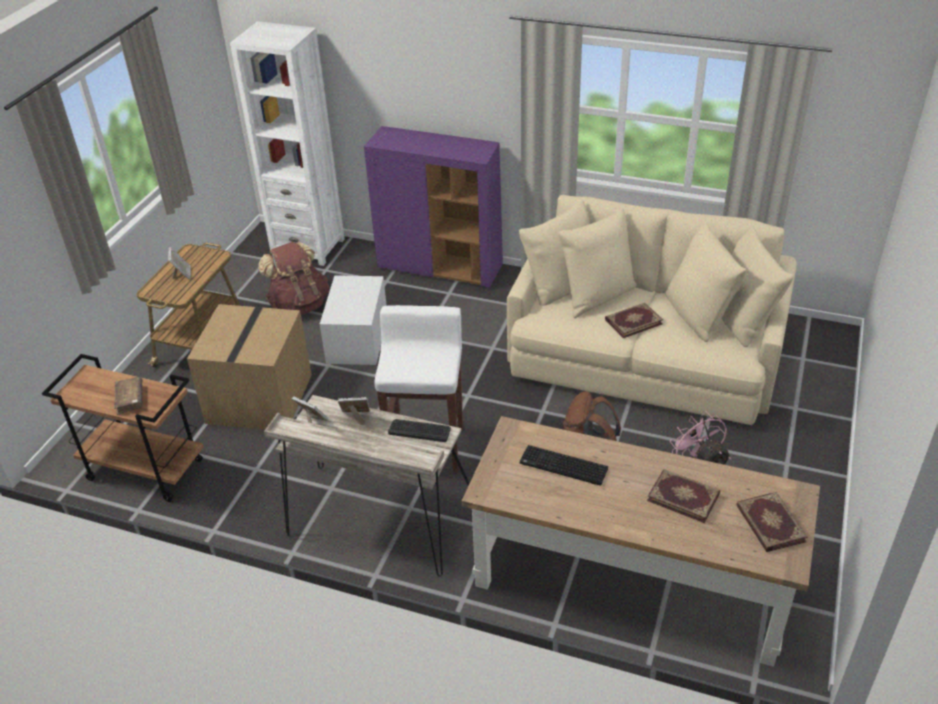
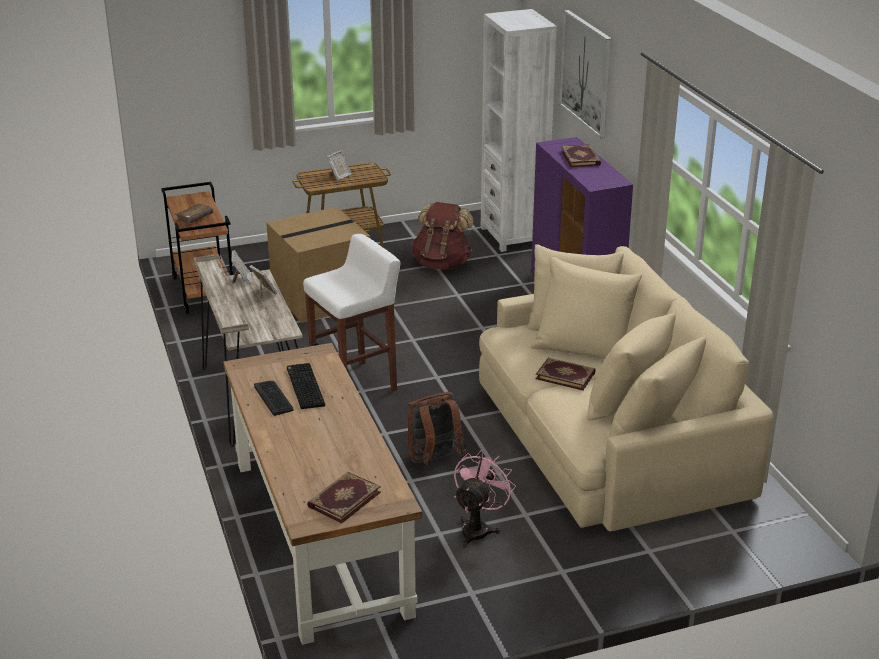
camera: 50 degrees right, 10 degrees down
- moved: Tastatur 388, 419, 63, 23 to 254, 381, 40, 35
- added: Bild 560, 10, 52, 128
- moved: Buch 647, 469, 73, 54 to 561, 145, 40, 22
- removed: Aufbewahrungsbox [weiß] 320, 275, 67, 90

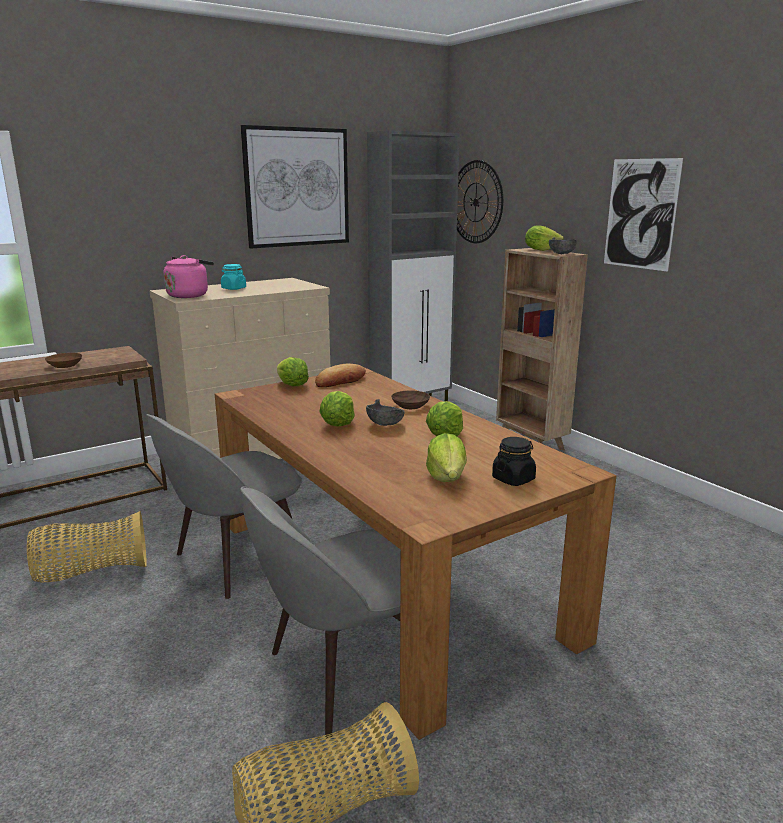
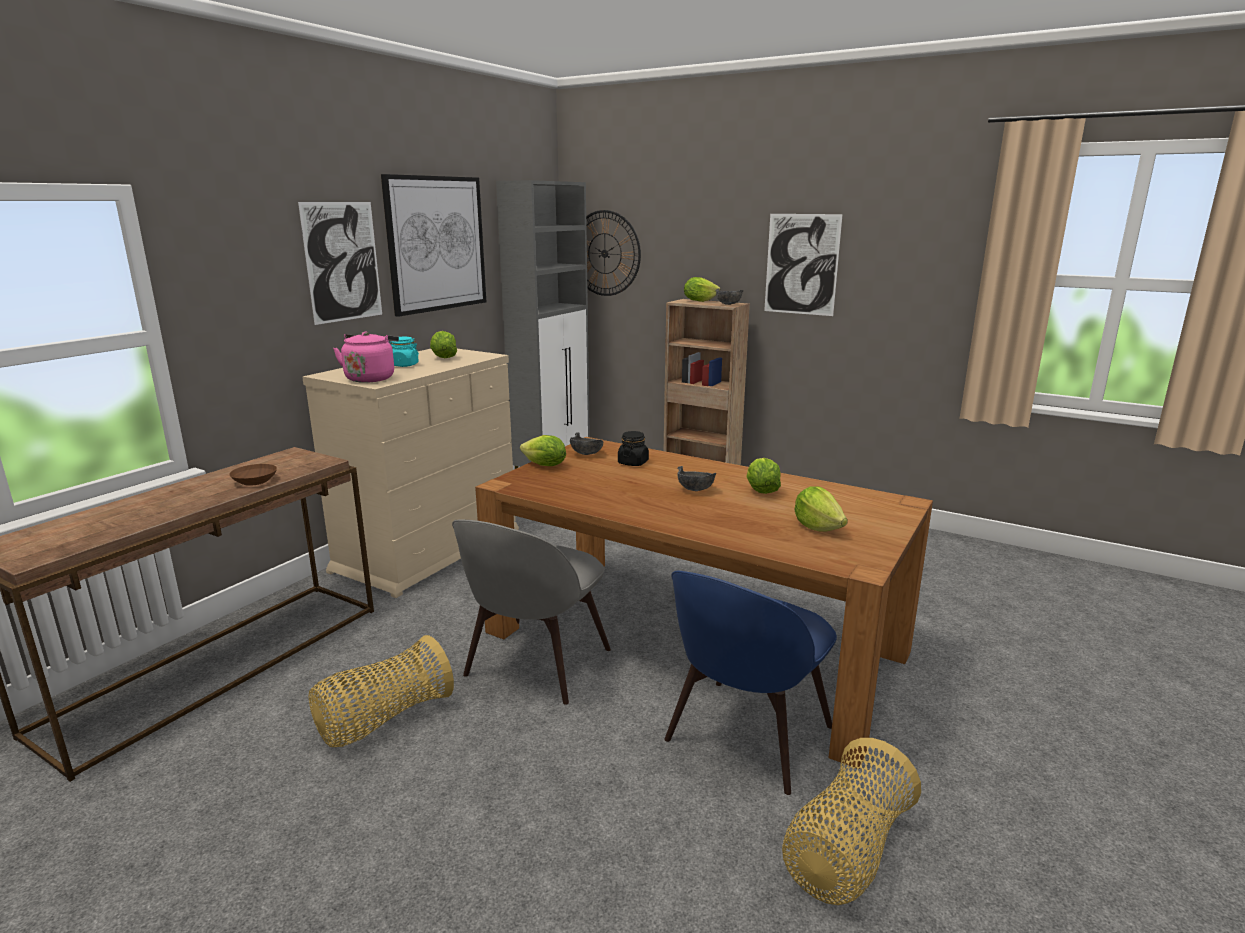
camera: 25 degrees left, 0 degrees up
- added: Bild 298, 202, 84, 123
- moved: Salatkopf 320, 391, 35, 35 to 430, 331, 27, 27
- replaced: Brot 315, 364, 51, 23 to Schüssel [grau] 570, 432, 33, 23
- moved: Vorratsglas [schwarz] 492, 437, 44, 49 to 618, 431, 31, 35
- recoloured: Stuhl [grau] 240, 487, 161, 251 to Stuhl [blau] 664, 571, 173, 224
- removed: Schüssel [braun] 391, 390, 39, 19

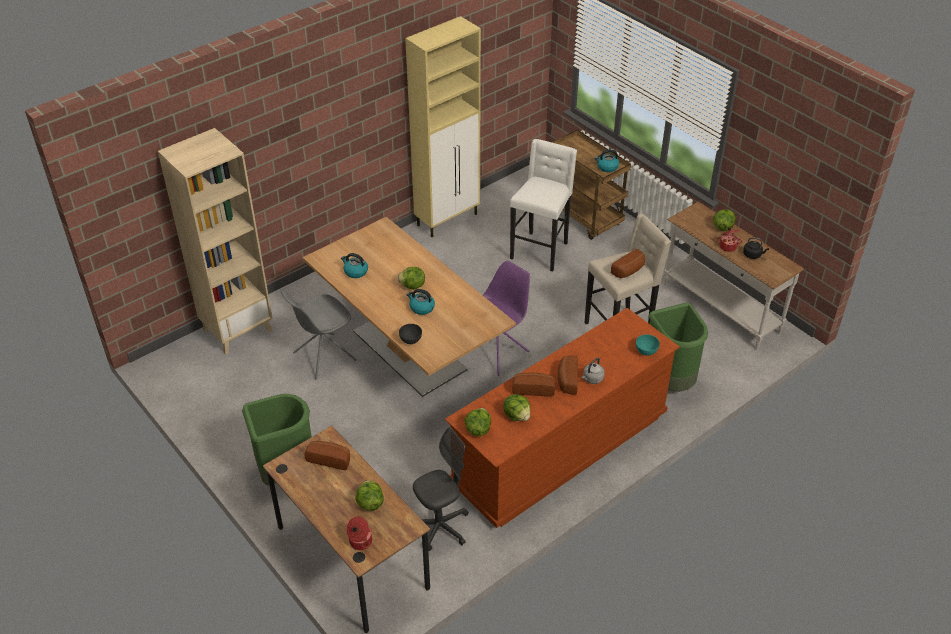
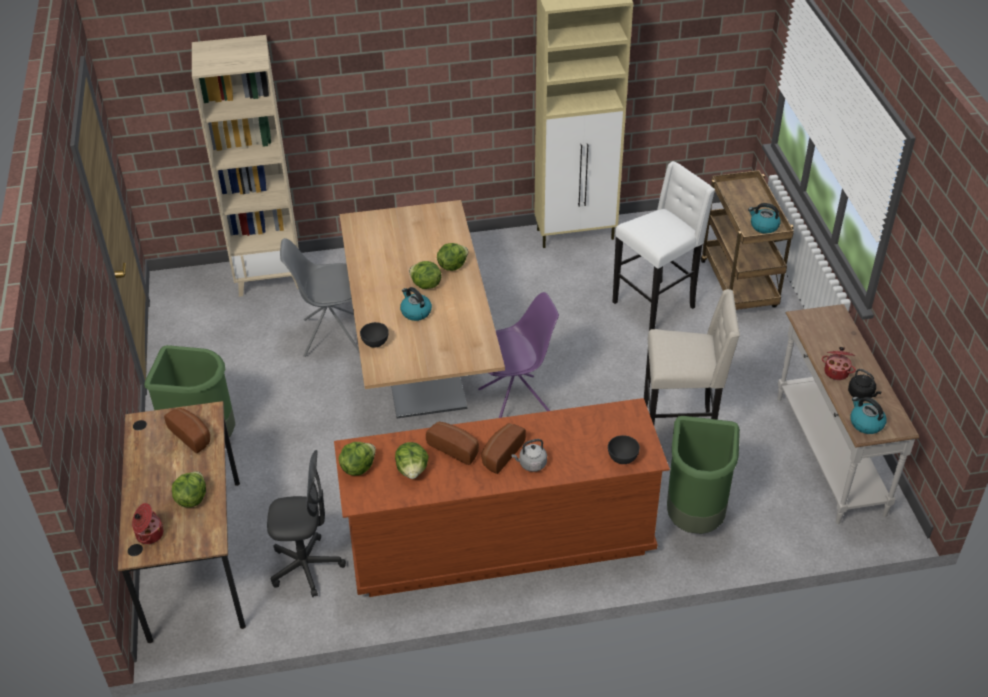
camera: 30 degrees right, 0 degrees up
- moved: Salatkopf 713, 209, 22, 22 to 437, 243, 32, 28
- recoloured: Schüssel [türkis] 636, 334, 24, 22 to Schüssel [grau] 608, 435, 32, 29
- moved: Wasserkessel 341, 253, 27, 25 to 850, 397, 37, 37
- removed: Brot 611, 249, 34, 29

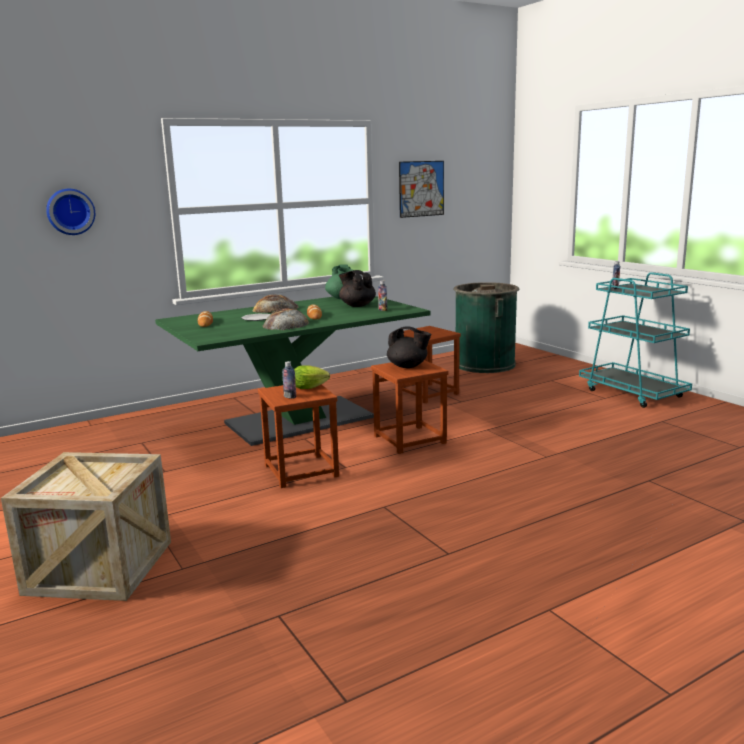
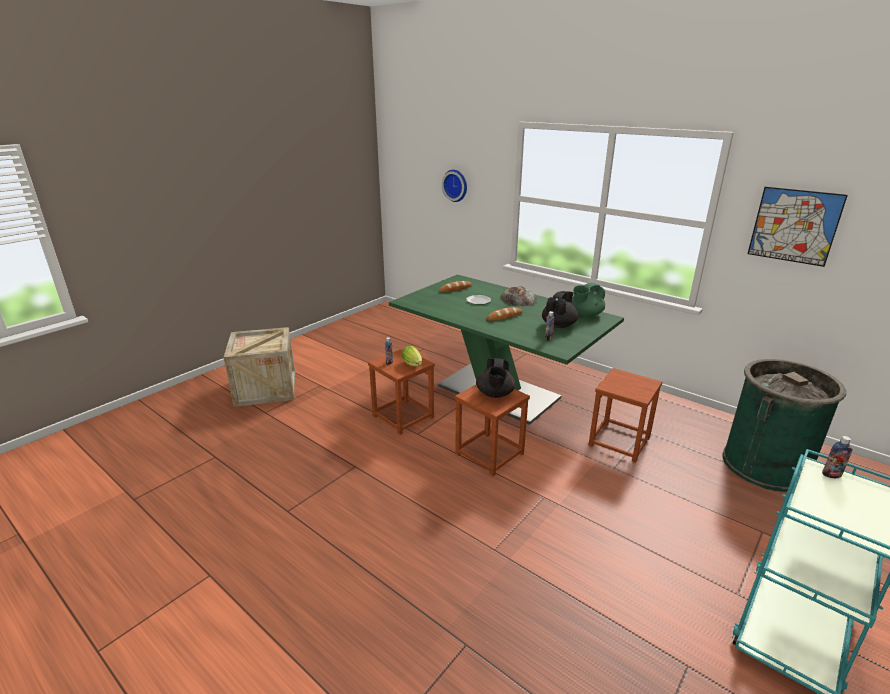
camera: 70 degrees right, 10 degrees up
- removed: Brot 263, 308, 46, 22

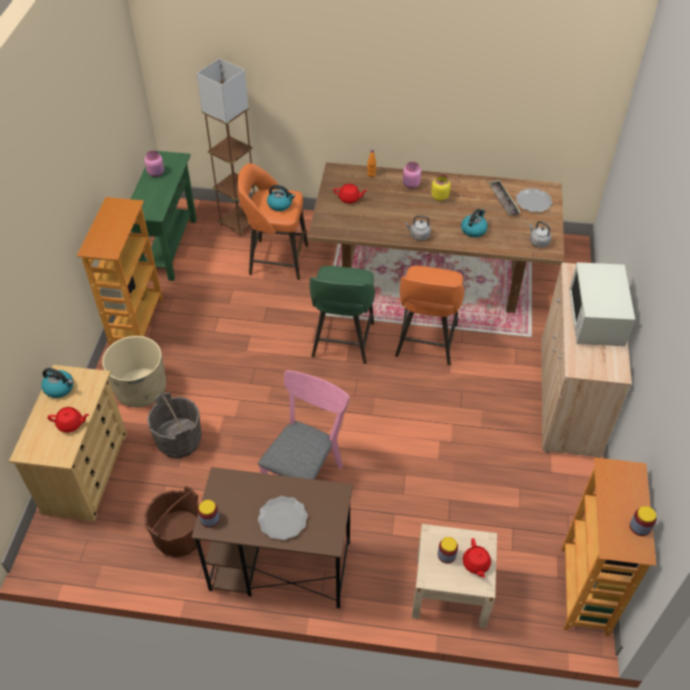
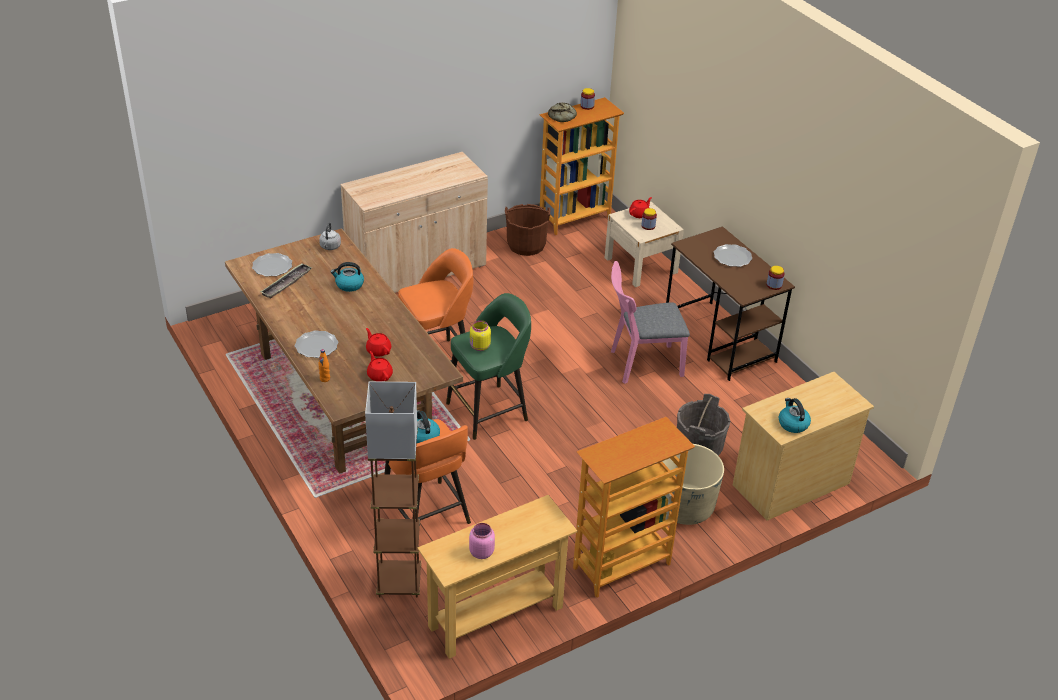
camera: 130 degrees left, 10 degrees down
- replaced: Vorratsglas [rosa] 403, 162, 18, 26 to Teller 295, 330, 44, 28
- moved: Teekanne [rot] 47, 407, 42, 26 to 366, 328, 25, 29
- recoloured: Konsolentisch [grün] 131, 150, 66, 131 to Konsolentisch [beige] 418, 495, 159, 164
- moved: Vorratsglas [gelb] 431, 175, 20, 27 to 470, 320, 21, 31
- moved: Eimer [braun] 144, 486, 57, 71 to 505, 204, 46, 52
- added: Brot 548, 103, 29, 19
- removed: Wasserkessel [grau] 405, 216, 26, 24
- removed: Mikrowelle [weiß] 569, 262, 66, 84

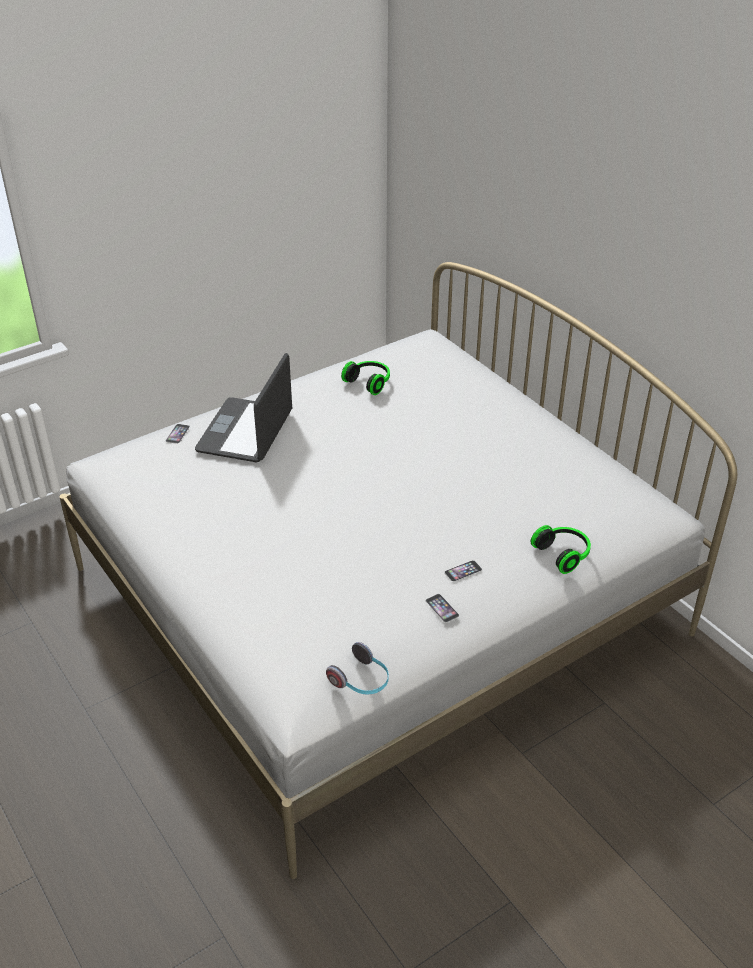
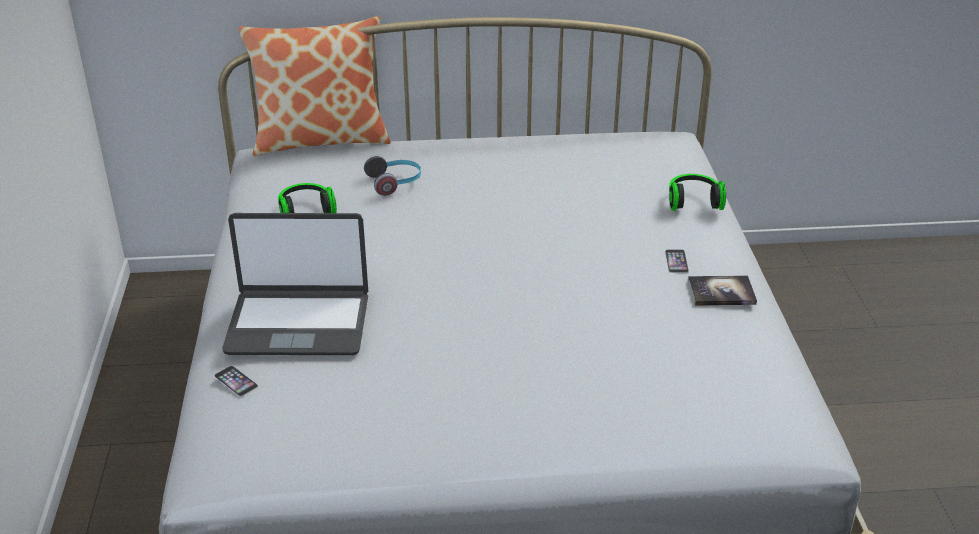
camera: 60 degrees left, 5 degrees down
- turned: Laptop 195, 353, 97, 110 = 222, 213, 146, 142 45 degrees counterclockwise
- added: Kissen 239, 16, 152, 140
- moved: Kopfhörer 326, 642, 63, 53 to 364, 156, 57, 40
- replaced: Handy 426, 594, 33, 29 to Buch 688, 275, 69, 31

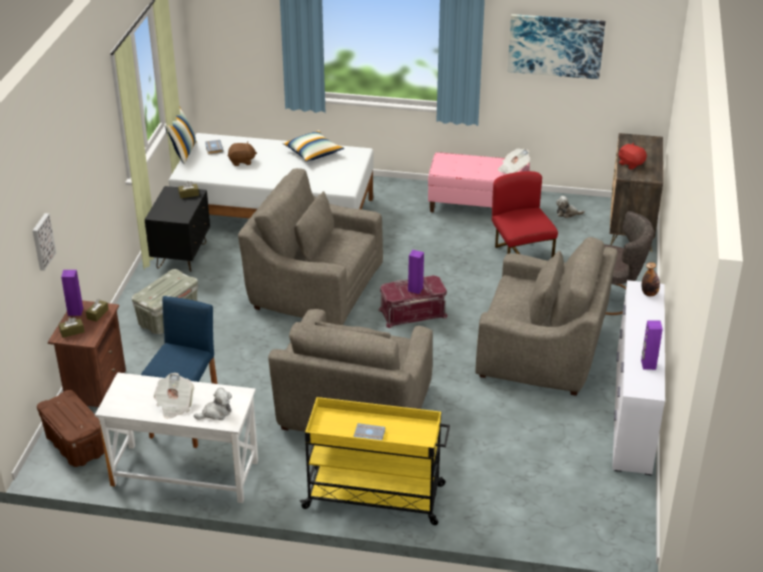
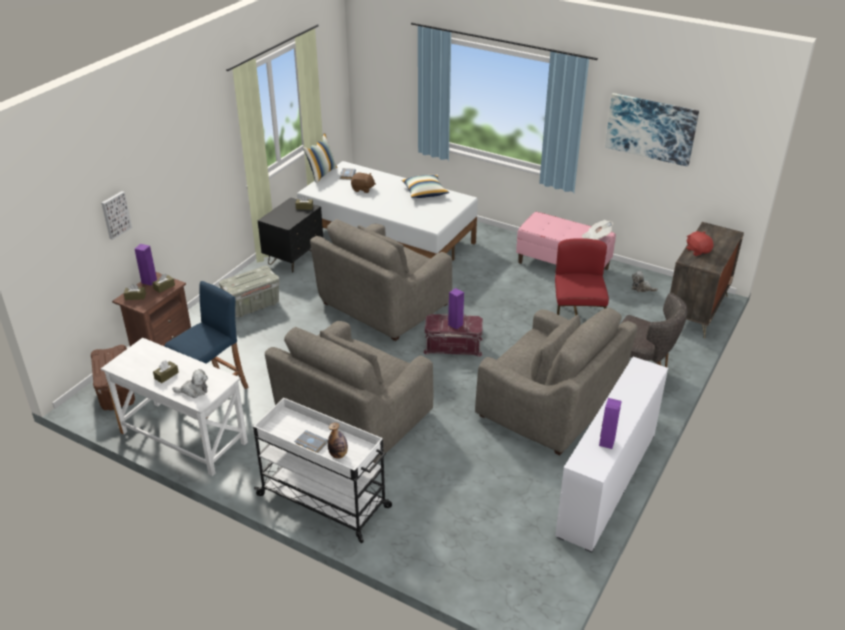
camera: 20 degrees right, 0 degrees up
- replaced: Zeitung 154, 373, 40, 46 to Taschentuchbox [braun] 153, 360, 26, 23
- recoloured: Rollwagen [gelb] 300, 397, 150, 128 to Rollwagen [weiß] 253, 398, 139, 145
- turned: Sessel [grau] 238, 168, 145, 157 = 310, 219, 142, 122 90 degrees counterclockwise
- moved: Flasche 642, 262, 18, 34 to 328, 423, 20, 36

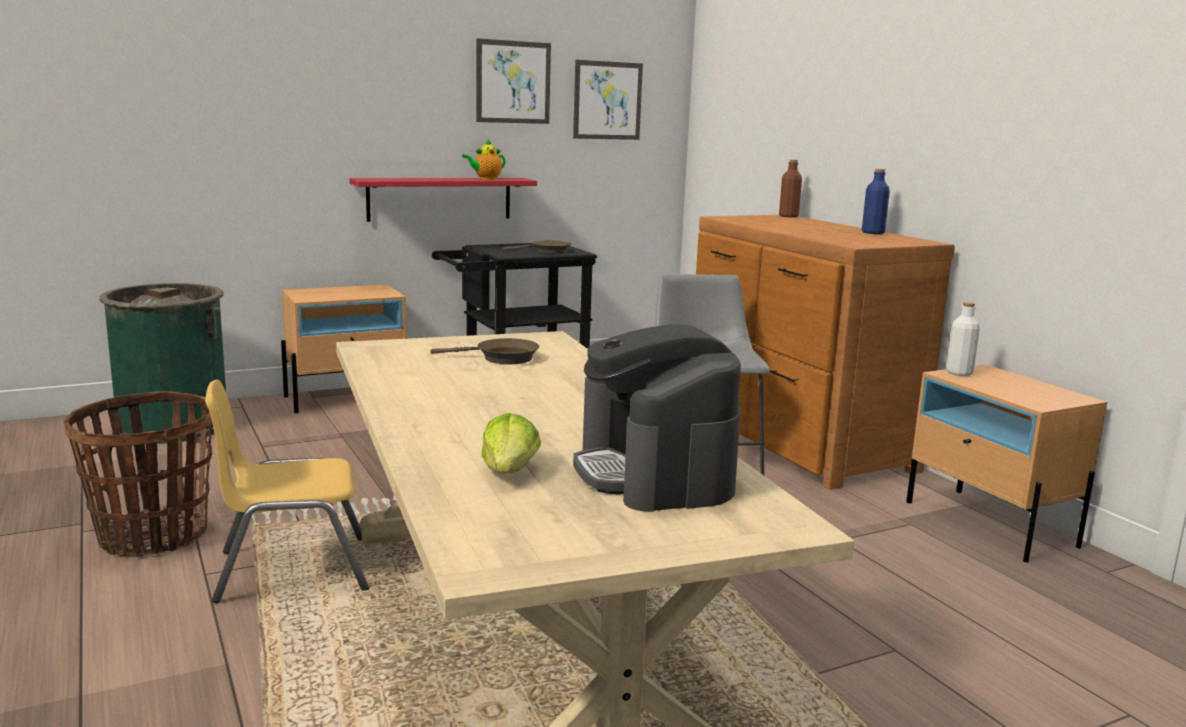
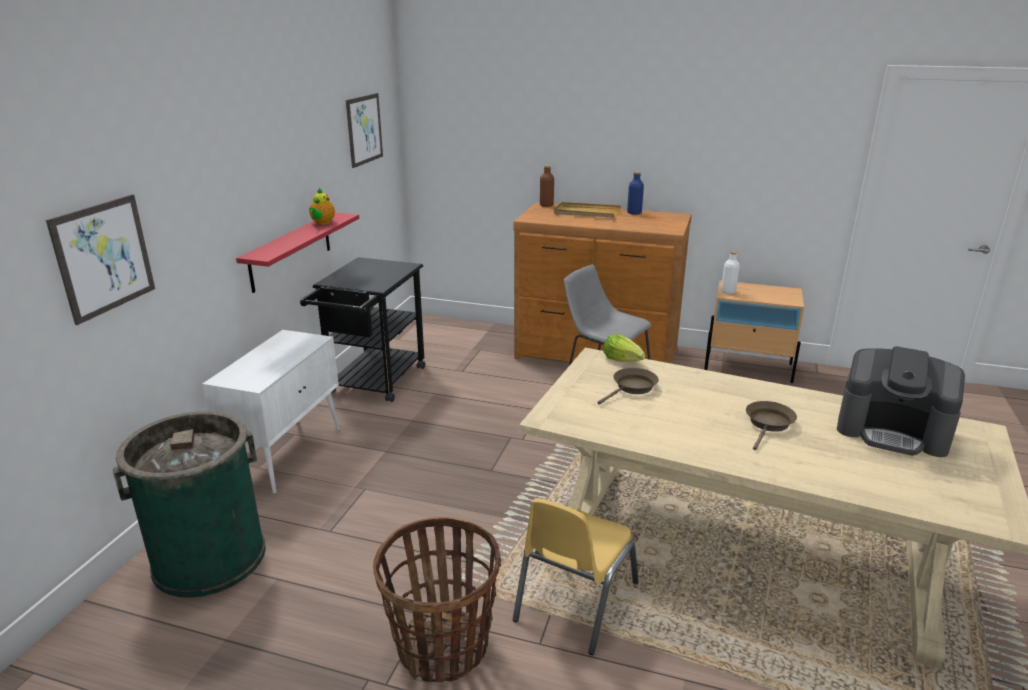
camera: 45 degrees left, 10 degrees up
- moved: Bild 476, 38, 75, 86 to 46, 194, 109, 131
- replaced: Nachttisch [beige] 281, 284, 125, 129 to Schrank [weiß] 202, 330, 138, 164
- added: Tablett [beige] 554, 202, 67, 16
- moved: Salatkopf 482, 413, 59, 61 to 603, 334, 43, 28
- moved: Pfanne [braun] 502, 240, 69, 14 to 746, 401, 51, 49

